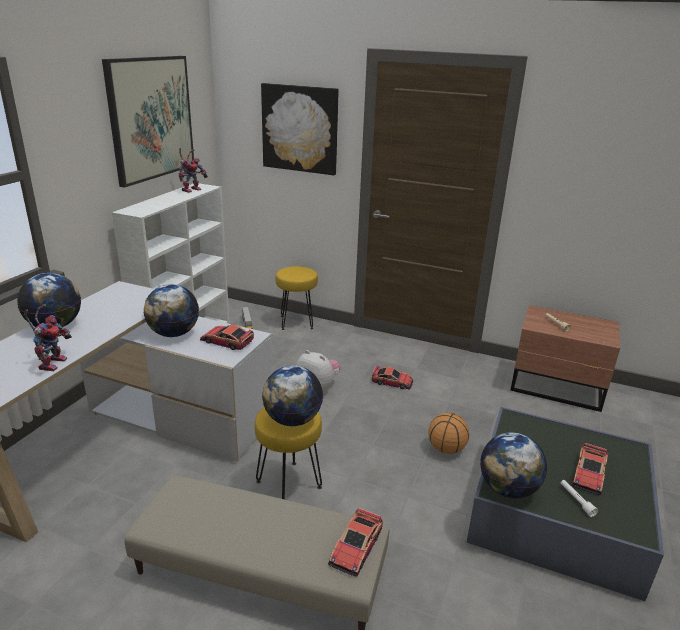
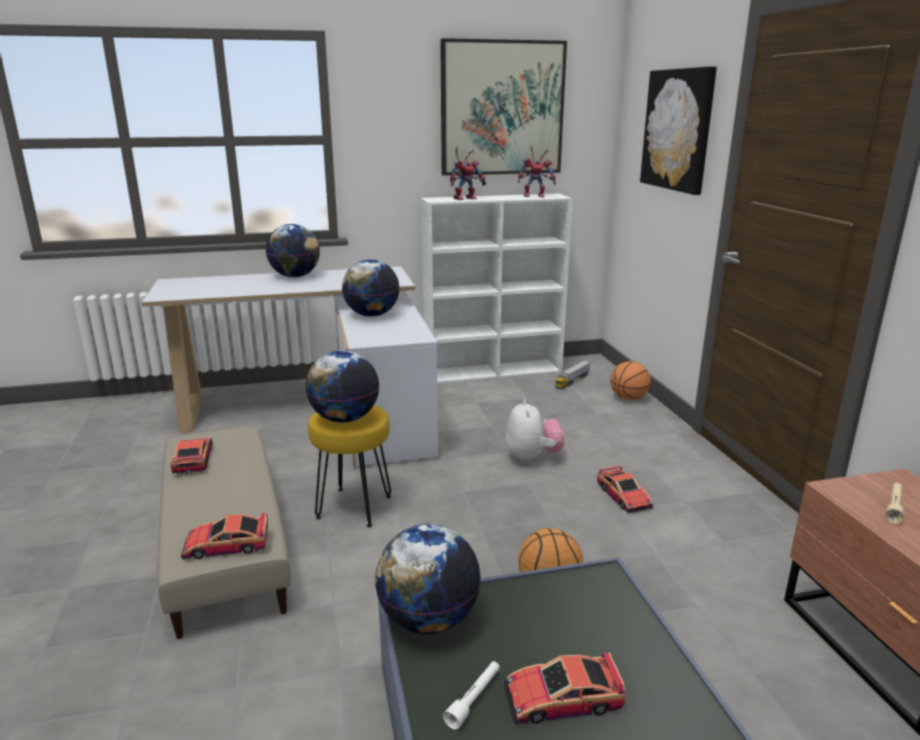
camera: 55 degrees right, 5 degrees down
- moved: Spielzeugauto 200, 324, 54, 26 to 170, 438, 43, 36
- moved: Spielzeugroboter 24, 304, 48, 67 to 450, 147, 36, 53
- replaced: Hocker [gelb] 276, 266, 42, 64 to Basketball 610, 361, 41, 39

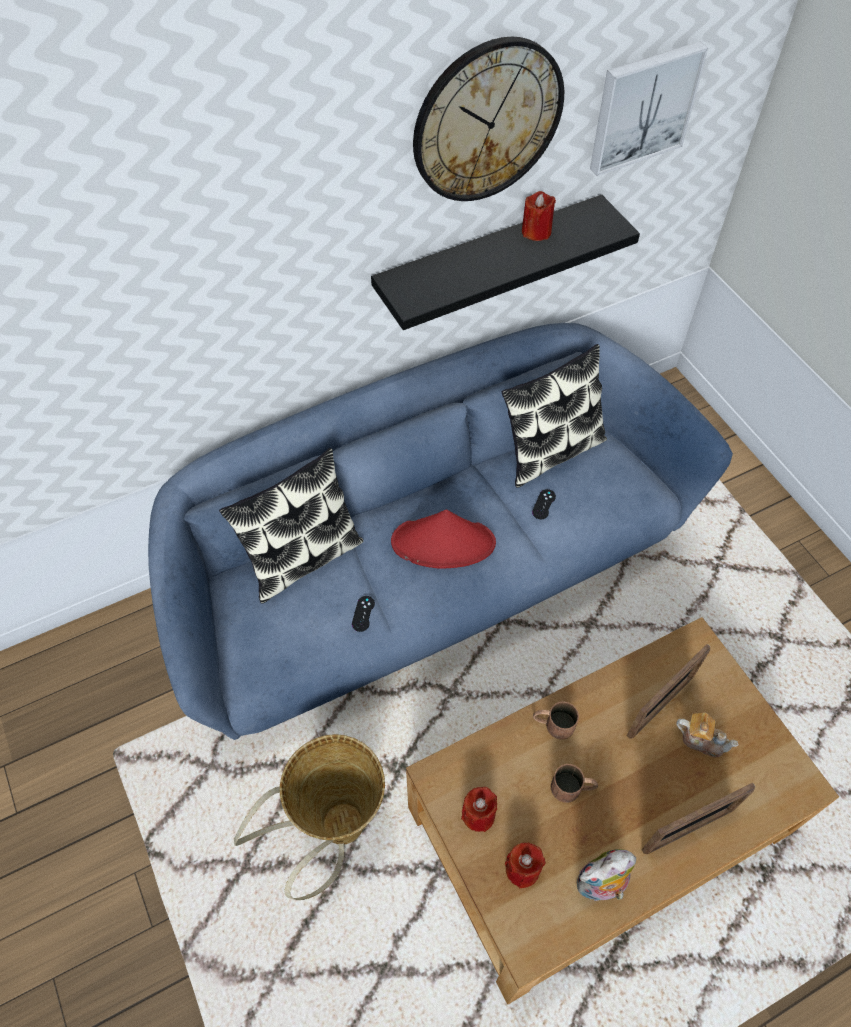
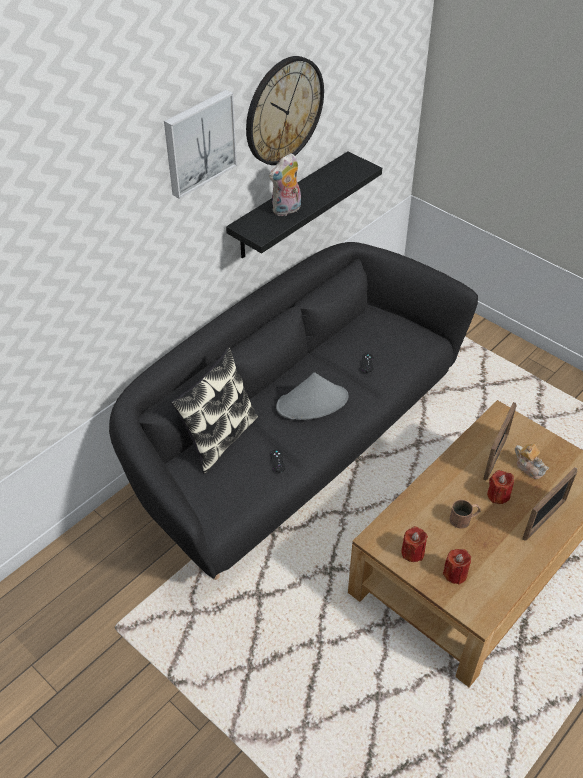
camera: 20 degrees left, 10 degrees down
- recoloured: Sofa [blau] 148, 323, 585, 417 to Sofa [schwarz] 109, 242, 369, 338
- moved: Bild 590, 41, 118, 135 to 164, 90, 73, 109
- moved: Plüschtier 577, 849, 59, 52 to 269, 153, 32, 63
- recoloured: Hut [rot] 391, 510, 105, 58 to Hut [grau] 276, 373, 72, 47
- moved: Kerze [rot] 522, 191, 34, 50 to 487, 470, 27, 34
- turned: Teekanne 676, 713, 63, 44 = 515, 444, 34, 35 45 degrees clockwise
- removed: Korb 234, 734, 151, 166
- removed: Kissen 502, 344, 105, 144
- removed: Henkelbecher [braun] 533, 701, 46, 39

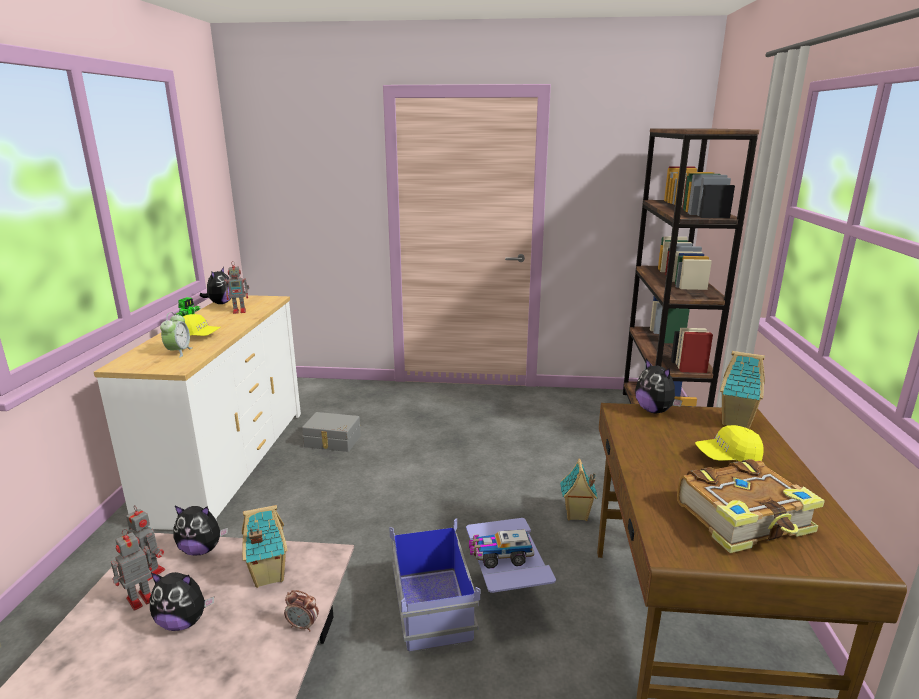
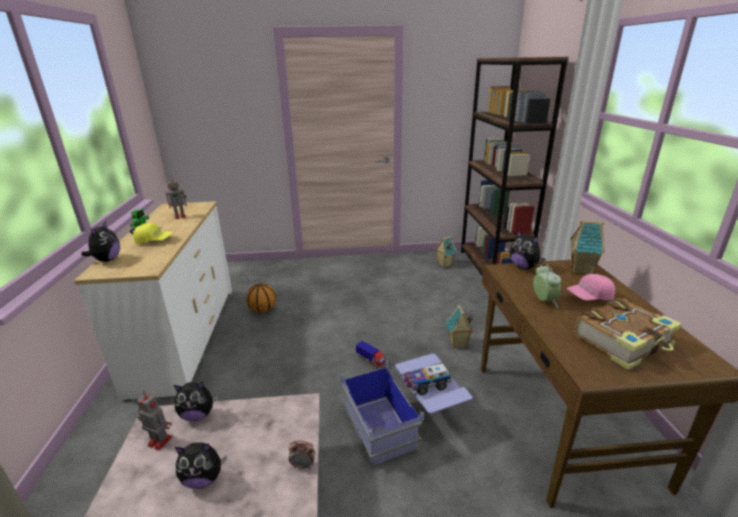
camera: 10 degrees left, 5 degrees up
- moved: Plüschtier 200, 267, 31, 37 to 81, 220, 39, 42
- replaced: Aufbewahrungsbox [grau] 302, 412, 59, 40 to Basketball 246, 283, 30, 30
- added: Spielzeuglaster 356, 341, 29, 27
- moved: Spielzeughaus 242, 505, 46, 83 to 435, 236, 22, 32
- moved: Wecker 160, 312, 33, 46 to 533, 264, 28, 44
- recoloured: Kappe [gelb] 695, 425, 69, 37 to Kappe [rosa] 567, 274, 48, 27
- removed: Spielzeugroboter 111, 529, 41, 82

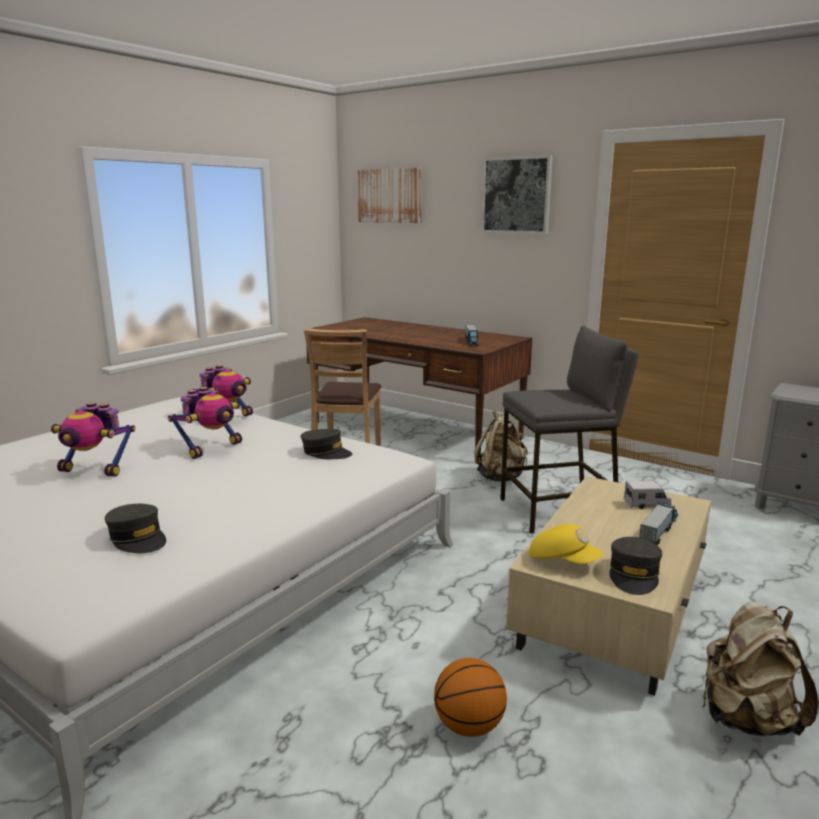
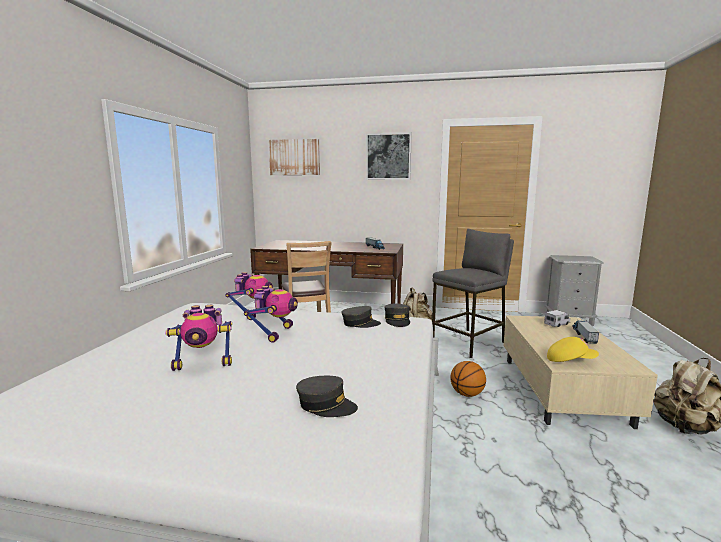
camera: 25 degrees left, 5 degrees down
- moved: Kappe [grau] 609, 537, 53, 58 to 384, 303, 26, 24
- moved: Basketball 434, 658, 73, 79 to 450, 361, 36, 36

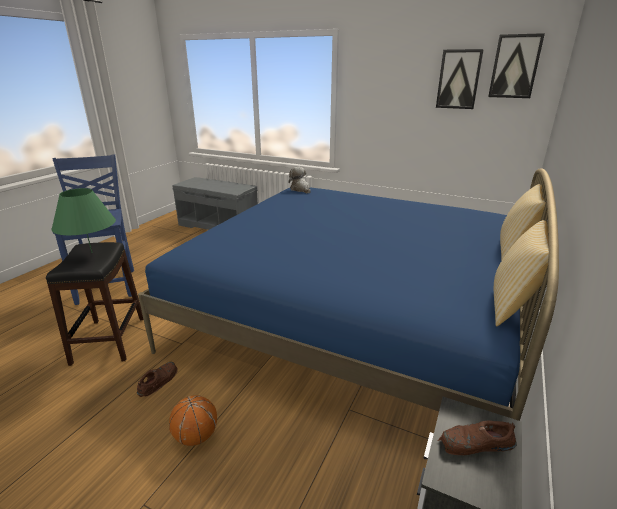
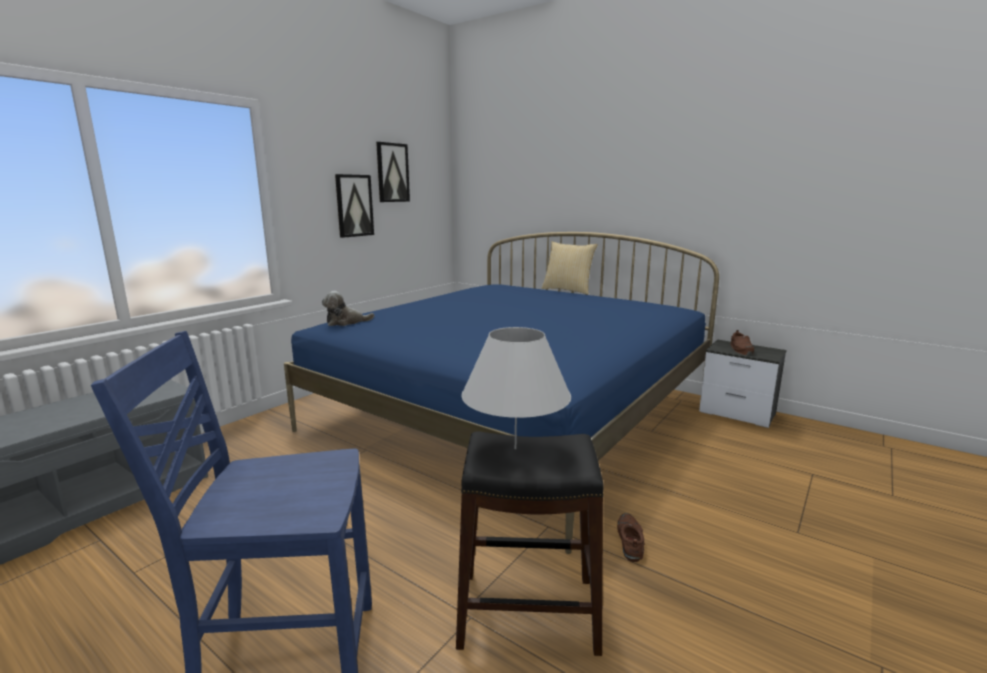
camera: 80 degrees left, 10 degrees down
- moved: Bild 488, 33, 57, 65 to 335, 174, 39, 64
- recoloured: Tischlampe [grün] 51, 188, 65, 65 to Tischlampe [weiß] 461, 327, 110, 122
- turned: Schuh [braun] 137, 362, 41, 35 = 617, 513, 28, 49 60 degrees clockwise
- removed: Basketball 169, 395, 48, 51
- removed: Kissen 494, 220, 55, 106

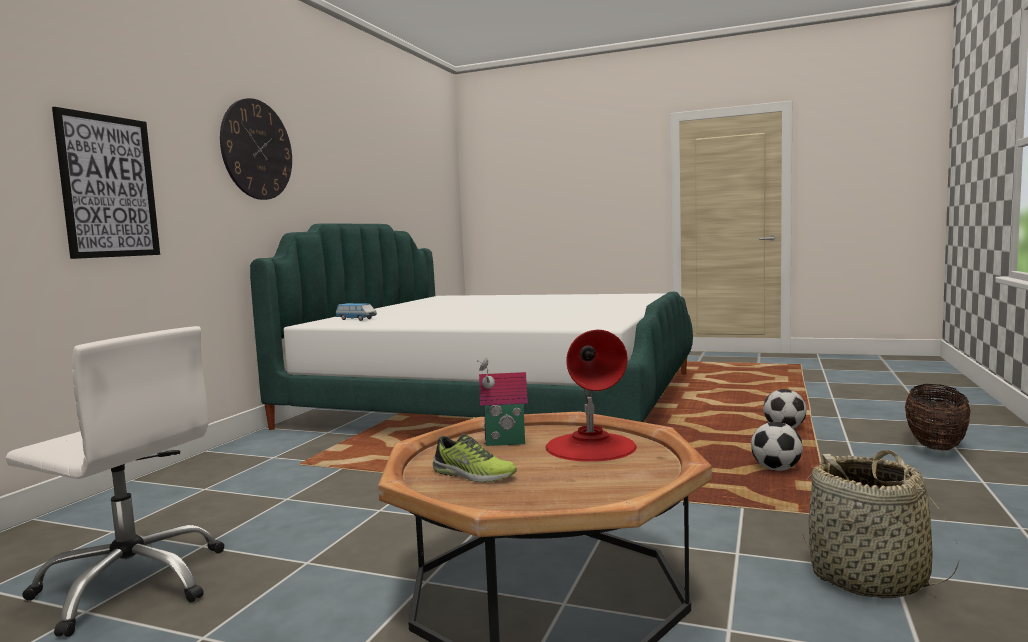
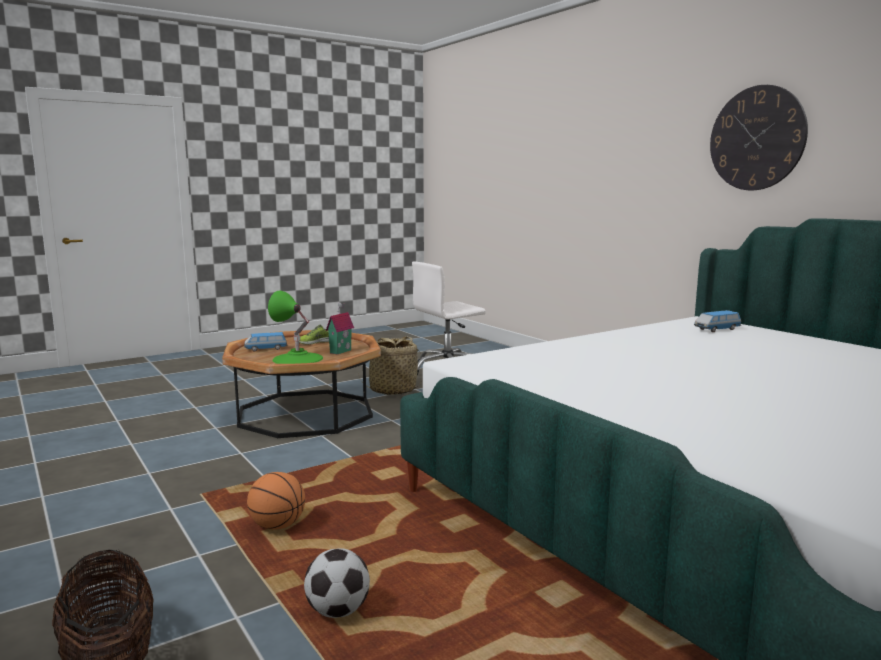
camera: 125 degrees right, 5 degrees up
- added: Spielzeugauto 244, 332, 43, 20
- replaced: Fußball 751, 422, 52, 49 to Basketball 247, 472, 58, 57
- recoloured: Tischlampe [rot] 545, 330, 92, 132 to Tischlampe [grün] 268, 291, 55, 73
- moved: Korb 802, 450, 157, 148 to 358, 336, 65, 59
- removed: Bild 52, 107, 108, 152

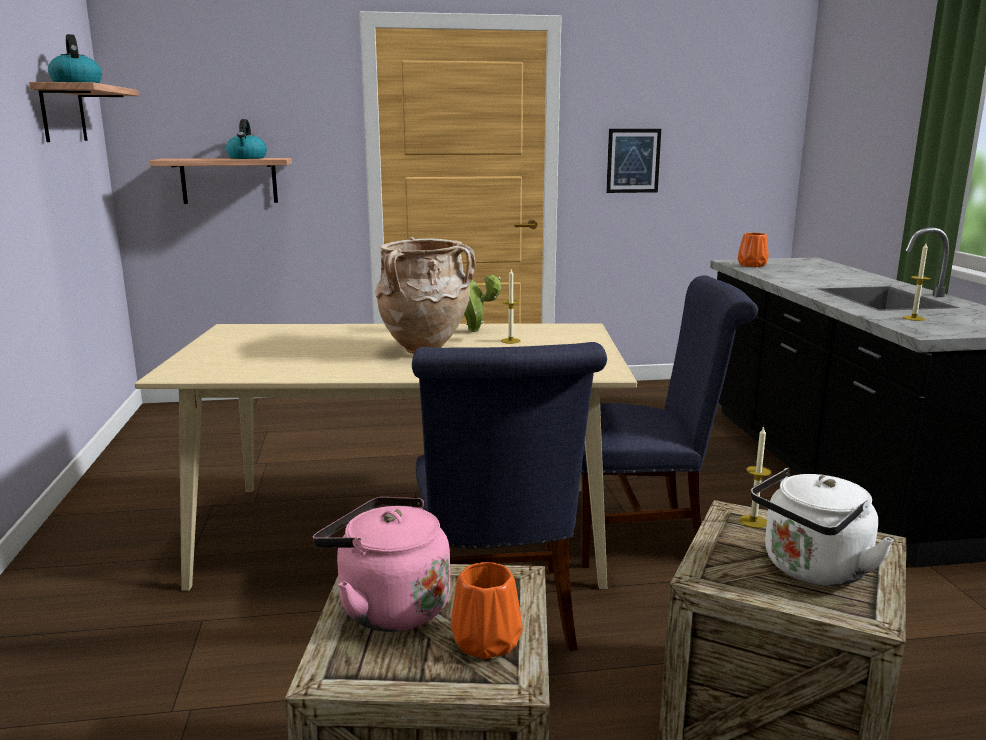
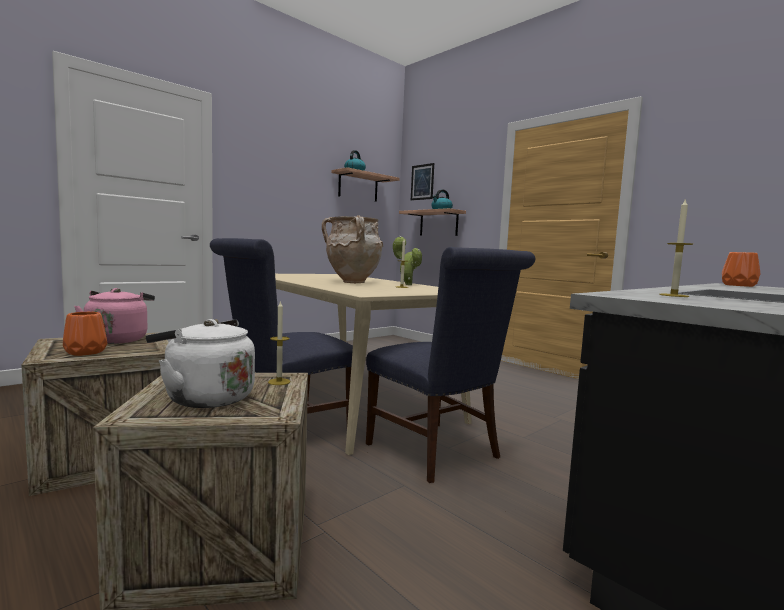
camera: 55 degrees right, 10 degrees down
- moved: Bild 606, 129, 55, 64 to 411, 163, 23, 37

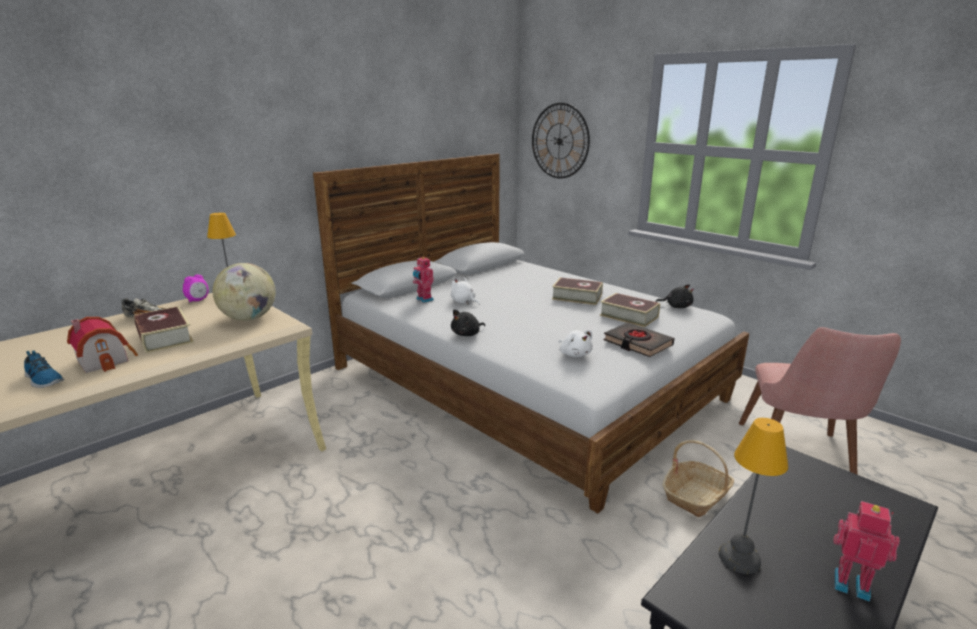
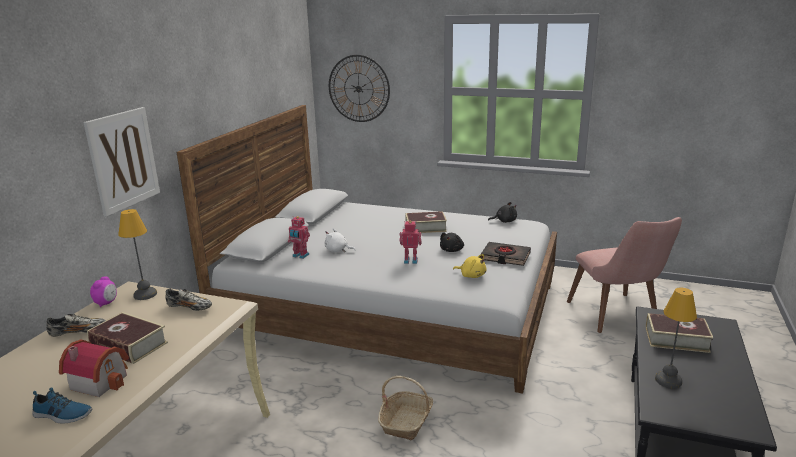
camera: 25 degrees left, 0 degrees up
- added: Bild 84, 107, 76, 110
- replaced: Globus 213, 263, 63, 58 to Schuh 166, 289, 46, 22
- moved: Korb 663, 440, 71, 77 to 378, 376, 55, 64
- moved: Spielzeugroboter 833, 501, 67, 101 to 399, 221, 23, 43
- moved: Plüschtier [schwarz] 451, 310, 34, 26 to 440, 232, 24, 20
- recoloured: Plüschtier [weiß] 558, 330, 35, 27 to Plüschtier [gelb] 453, 254, 33, 24
- moved: Buch 600, 293, 60, 34 to 645, 313, 68, 40

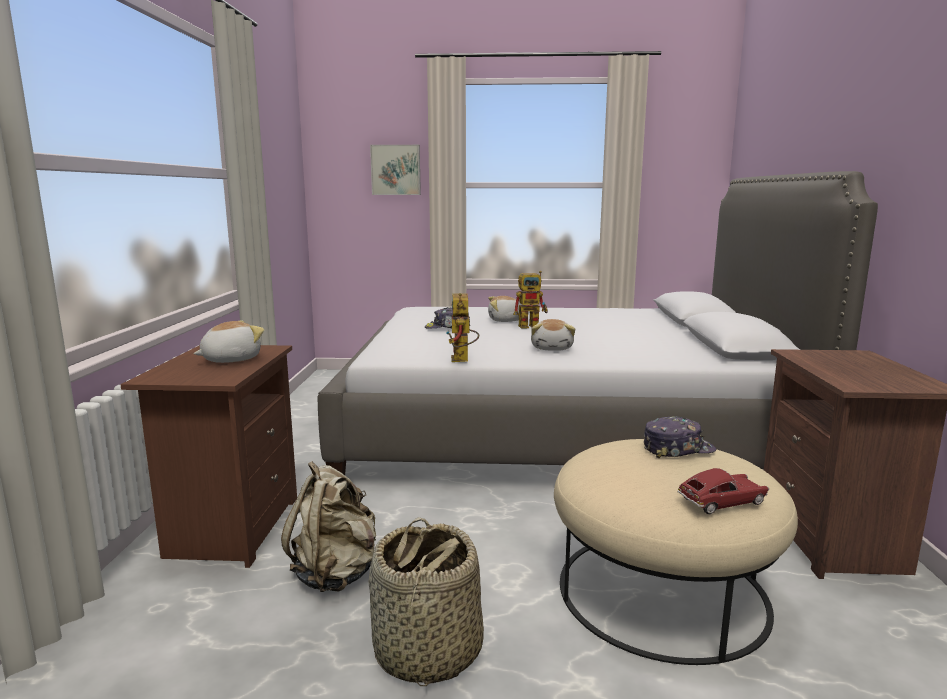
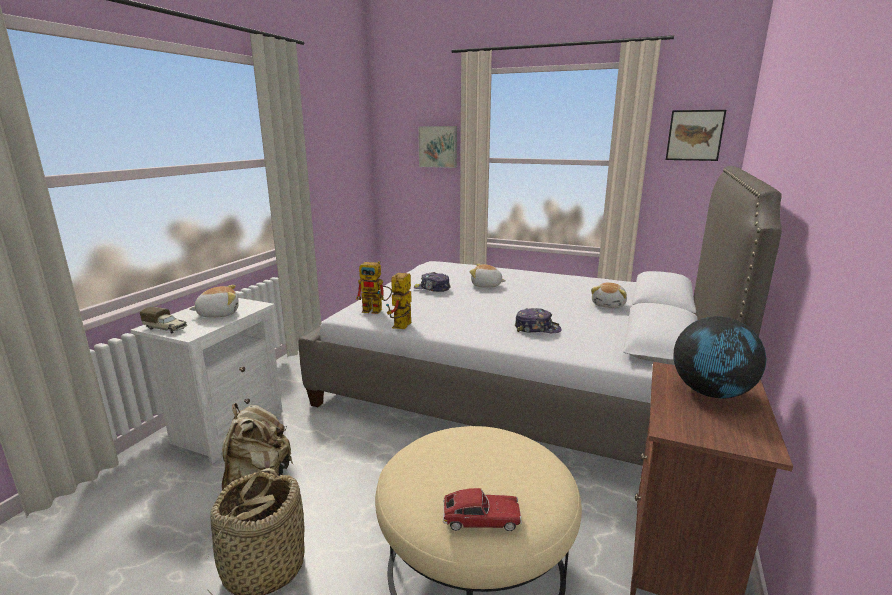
camera: 20 degrees right, 5 degrees up
- recoloured: Nachttisch [braun] 120, 345, 177, 223 to Nachttisch [weiß] 131, 298, 152, 166
- added: Spielzeuglaster 140, 307, 47, 27
- moved: Spielzeugroboter 513, 271, 35, 58 to 356, 261, 36, 53
- moved: Kappe 644, 416, 72, 42 to 515, 308, 47, 25
- moved: Plüschtier 531, 319, 44, 32 to 591, 283, 36, 25
- added: Bild 666, 110, 60, 51
- added: Globus 673, 316, 93, 82

